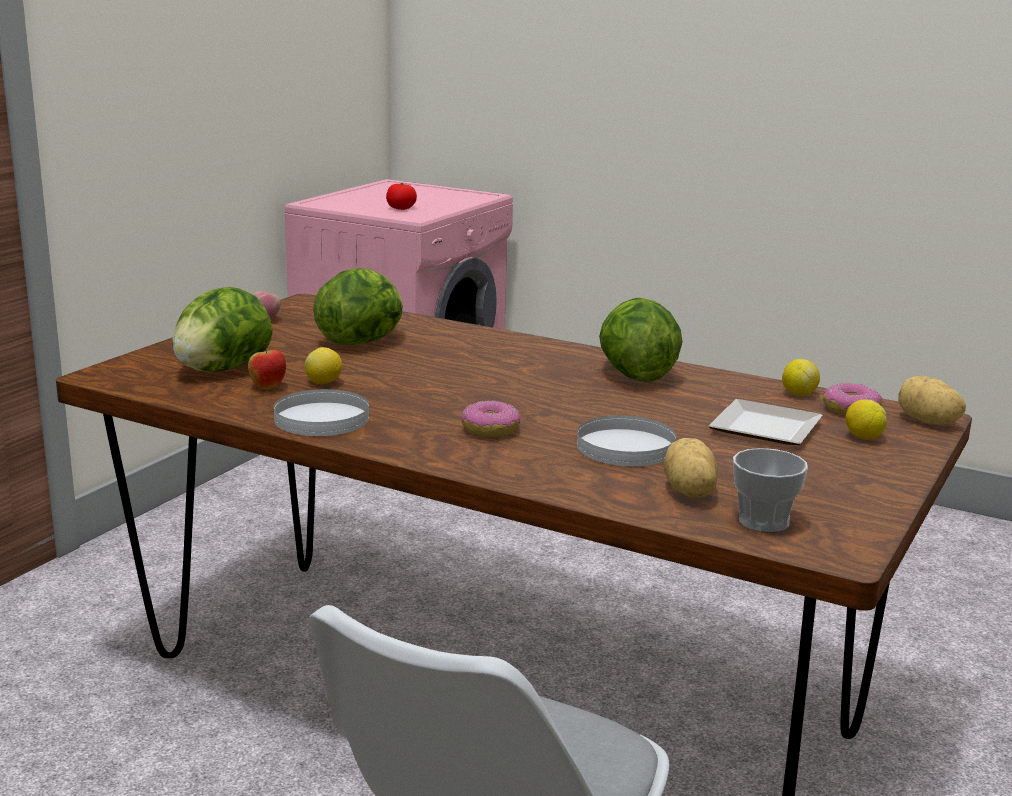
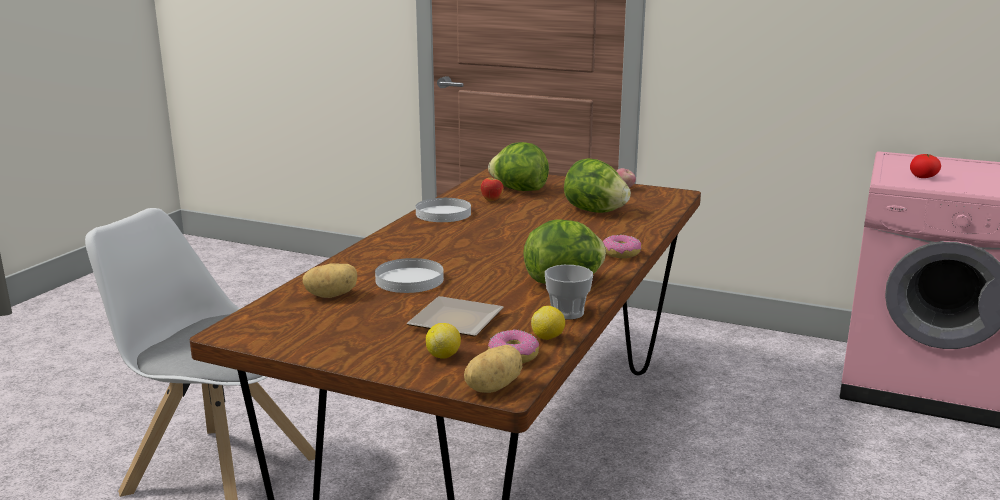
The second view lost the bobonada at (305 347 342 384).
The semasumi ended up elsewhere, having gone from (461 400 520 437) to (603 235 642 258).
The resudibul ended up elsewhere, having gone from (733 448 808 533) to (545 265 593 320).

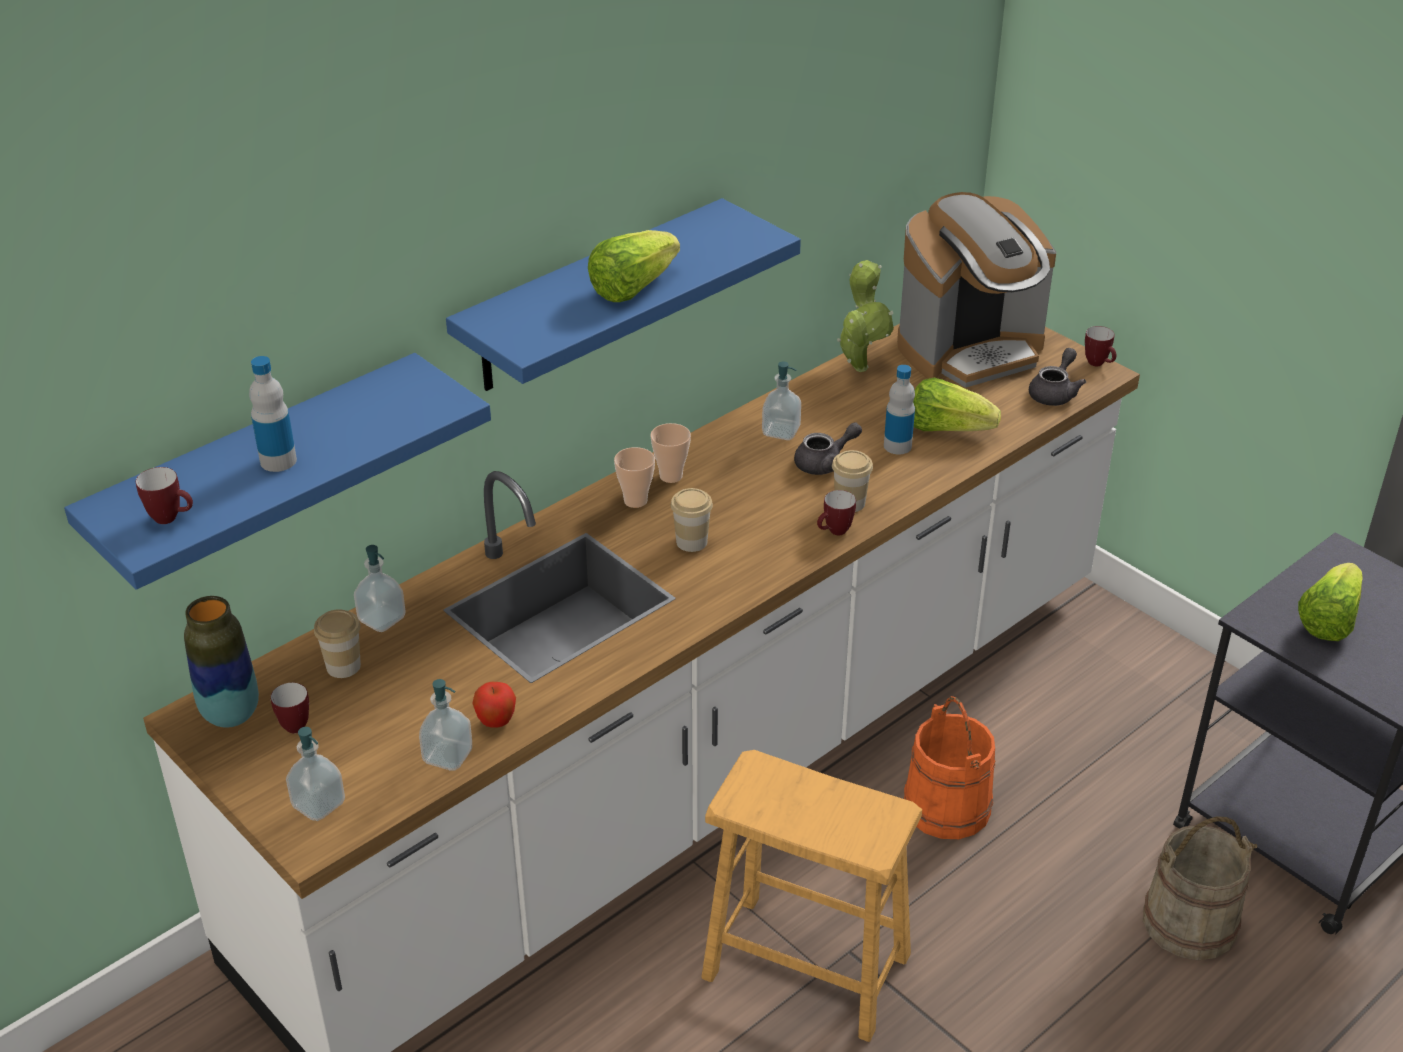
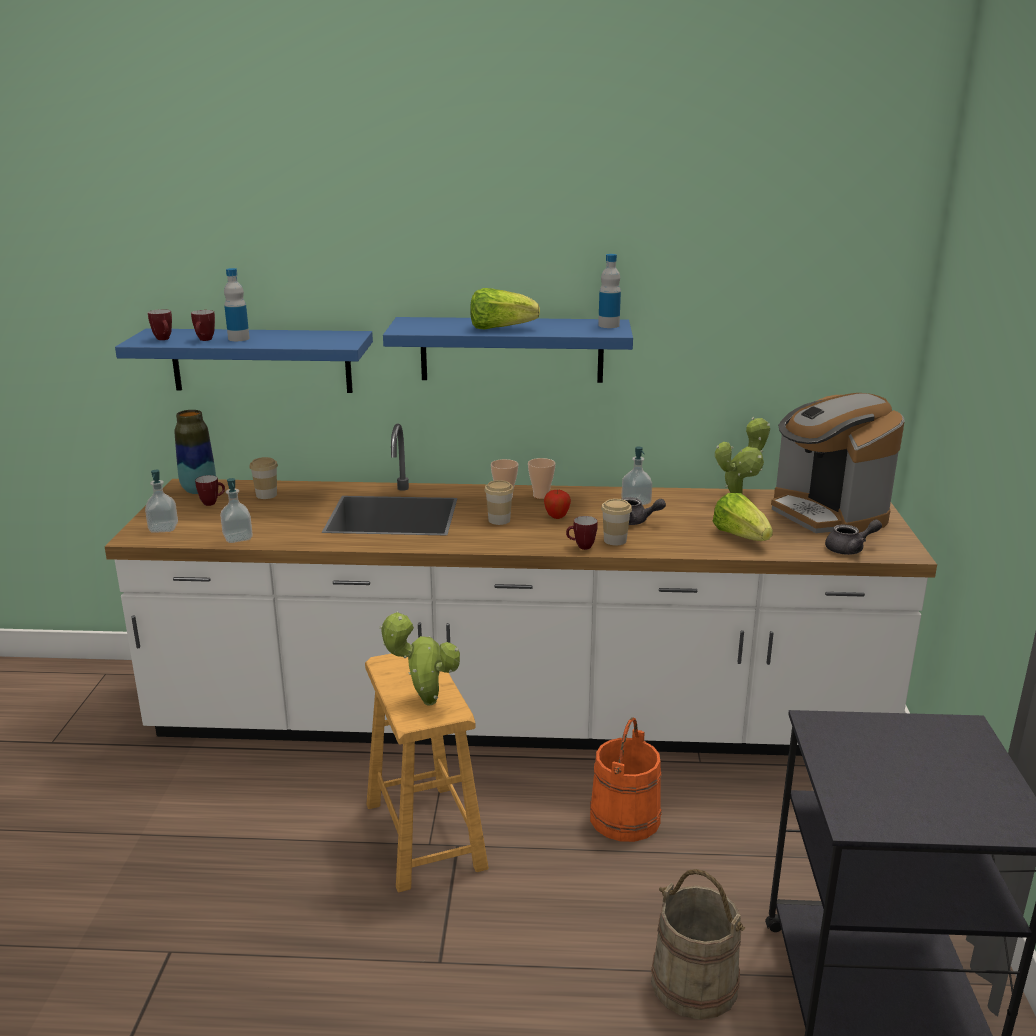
The second view lost the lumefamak at (354 545 406 632).
The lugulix ended up elsewhere, having gone from (472 682 516 728) to (544 490 571 519).
The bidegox ended up elsewhere, having gone from (884 365 915 455) to (598 254 621 328).
The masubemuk at (897 192 1056 388) ended up facing another way, 45 degrees clockwise from before.
The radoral ended up elsewhere, having gone from (1085 326 1116 366) to (191 310 215 341).
The second view lost the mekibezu at (1298 563 1362 641).
The second view gained the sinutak at (379 612 460 706).

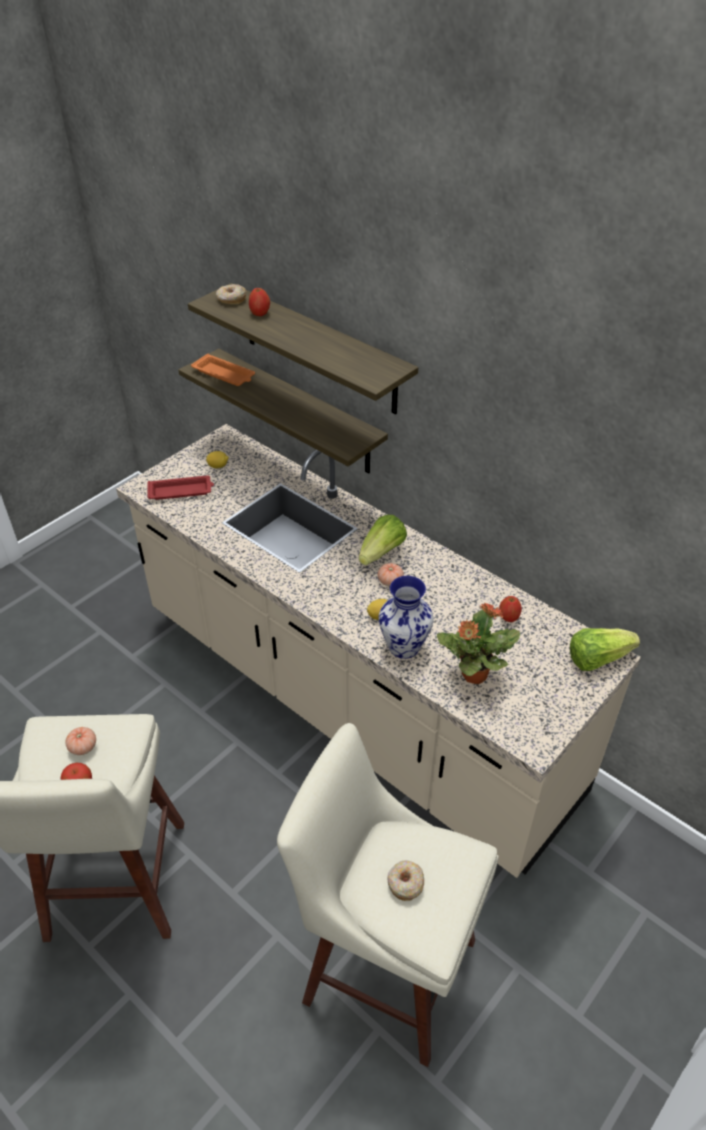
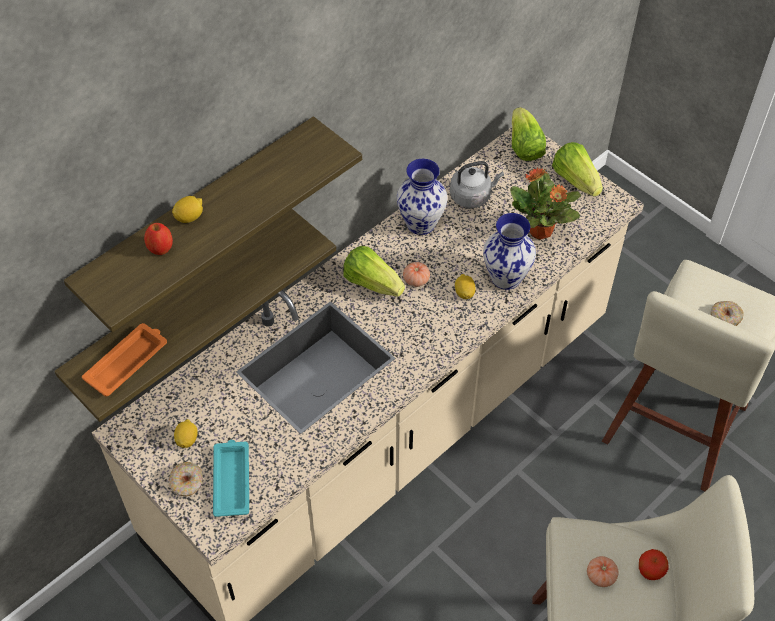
What was the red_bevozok at (148 475 214 500) turned into the turquoise_bevozok at (213 440 249 517).
The semasumi ended up elsewhere, having gone from (216 284 247 304) to (168 462 203 496).
Where the lugulix stood at (499 596 522 622), the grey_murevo came to stand at (450 161 504 208).
The second view gained the bobonada at (172 196 203 223).
The second view gained the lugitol at (397 159 447 235).
The second view gained the mekibezu at (552 142 603 197).

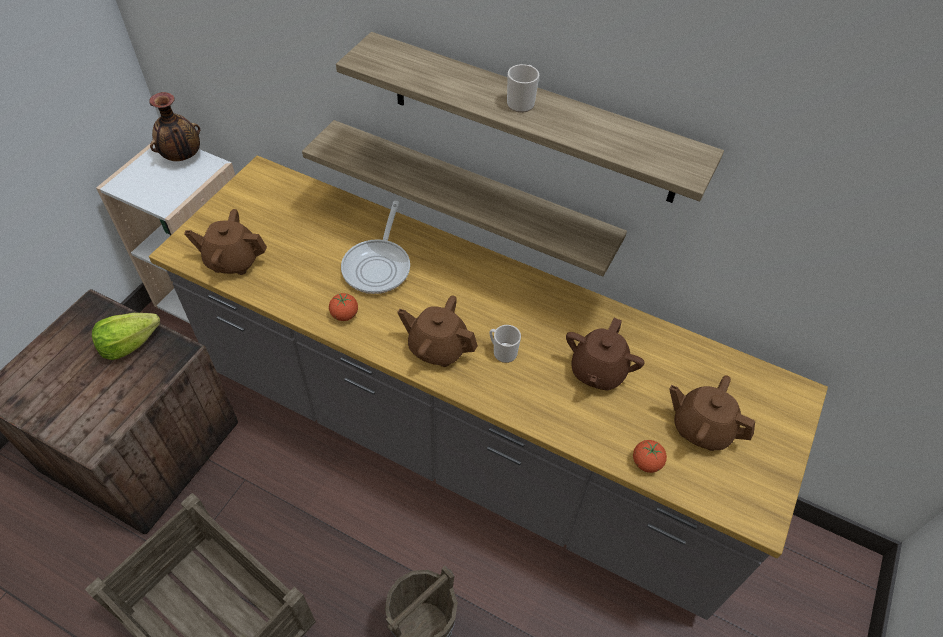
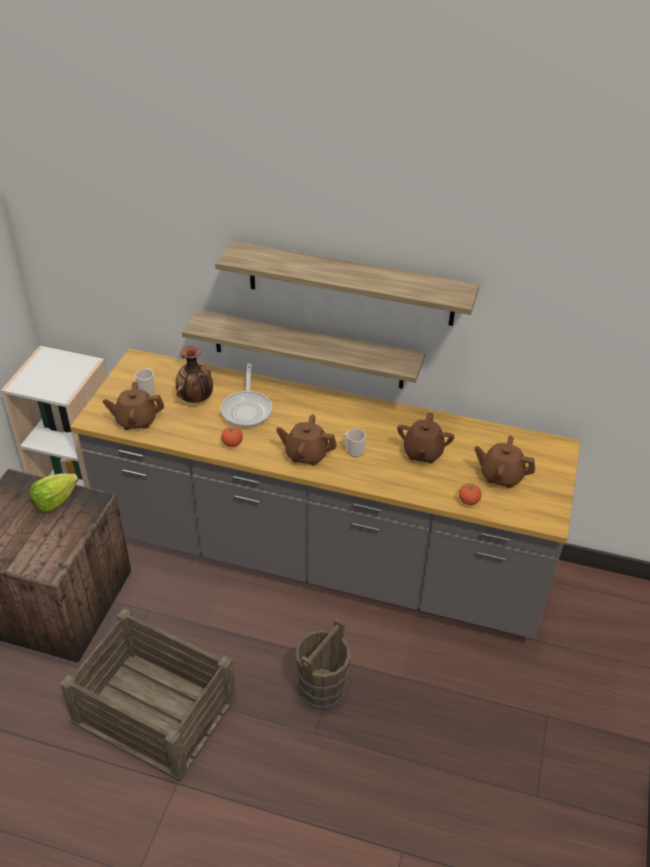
The lugitol ended up elsewhere, having gone from (149 92 200 161) to (176 345 213 403).
The radoral ended up elsewhere, having gone from (507 64 539 113) to (135 368 155 395).

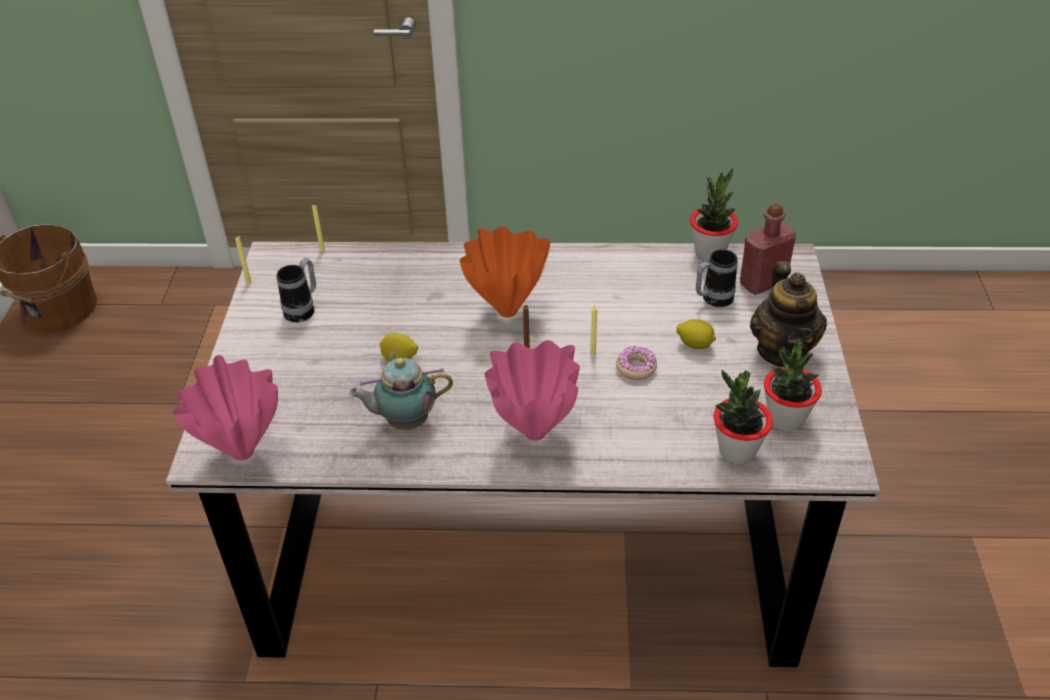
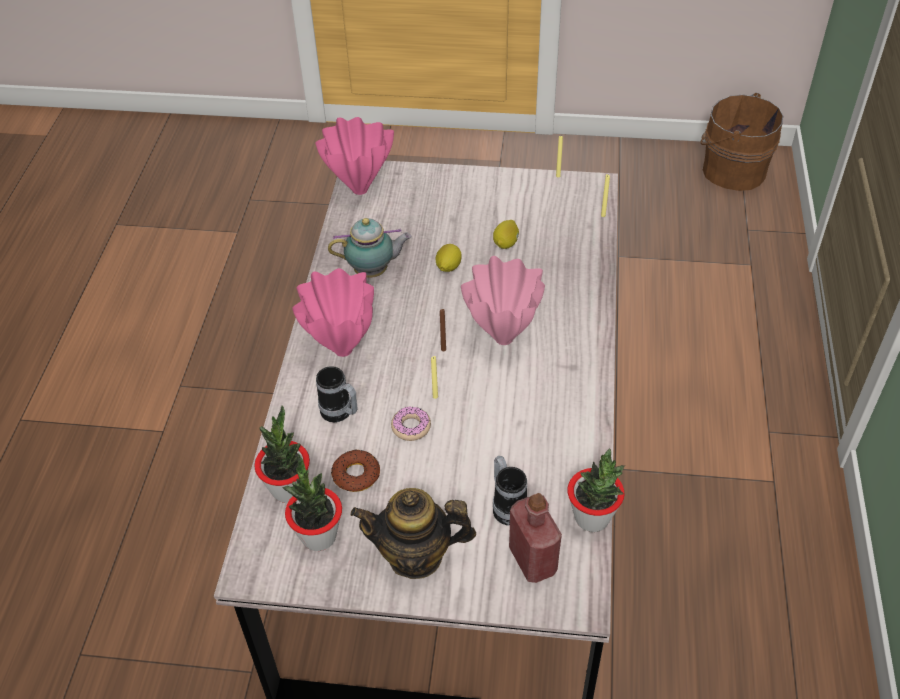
The radoral ended up elsewhere, having gone from (277 258 316 322) to (316 366 358 422).
The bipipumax at (349 358 453 430) ended up facing another way, 90 degrees clockwise from before.
What was the orange_lugitol at (460 226 551 318) turned into the pink_lugitol at (461 256 545 345).
The bobonada ended up elsewhere, having gone from (676 319 716 349) to (493 220 519 249).
The second view gained the semasumi at (331 449 380 492).

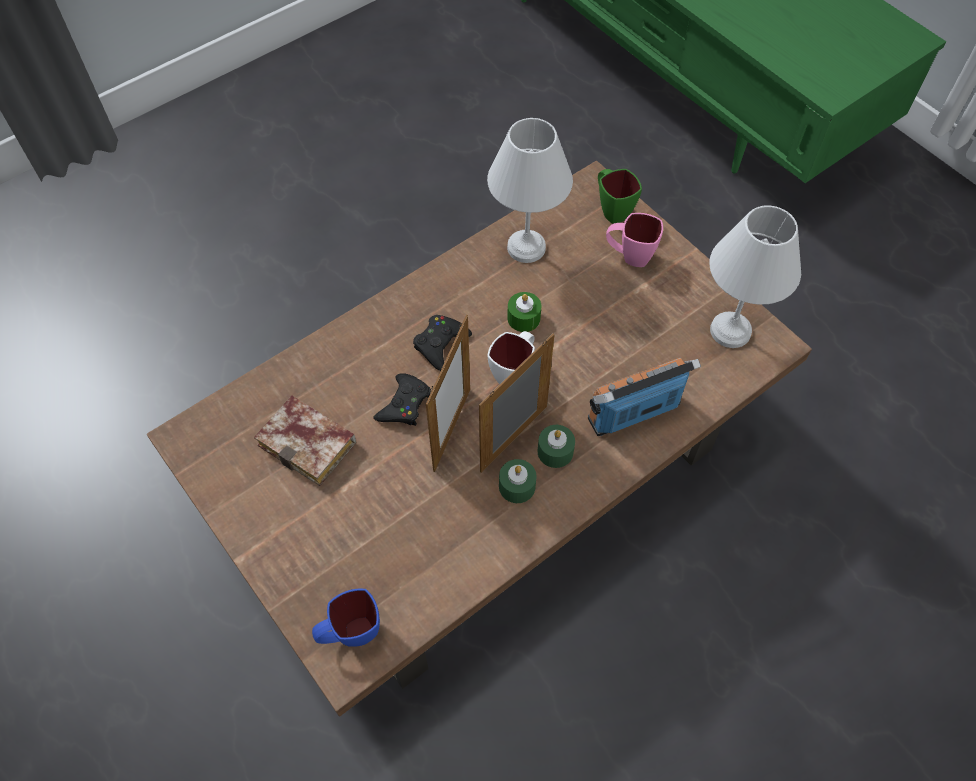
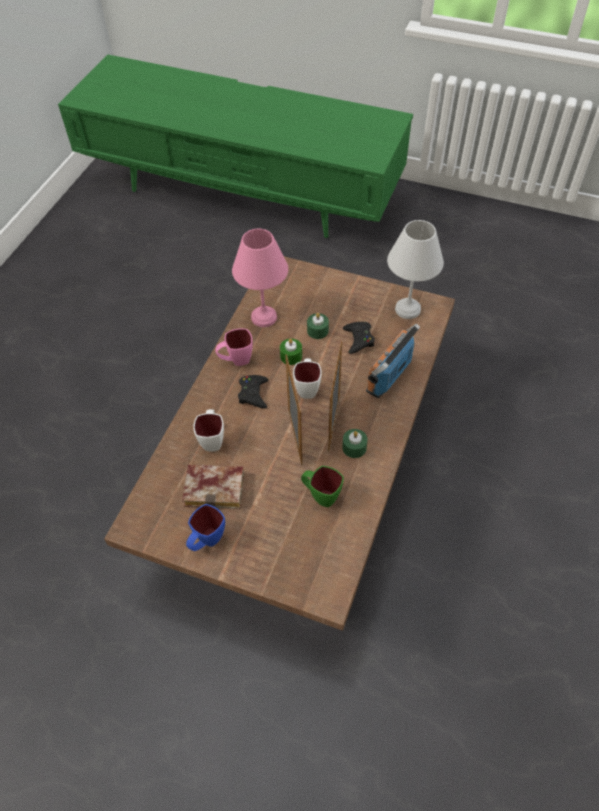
The blue_radoral ended up elsewhere, having gone from (312 589 380 647) to (186 504 225 551).
The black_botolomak ended up elsewhere, having gone from (373 373 430 426) to (343 322 375 354).
What was the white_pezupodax at (487 118 573 263) turned into the pink_pezupodax at (232 229 288 327).
The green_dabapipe ended up elsewhere, having gone from (538 425 575 468) to (307 313 329 339).
The green_radoral ended up elsewhere, having gone from (598 169 642 224) to (301 466 344 507).
The pink_radoral ended up elsewhere, having gone from (606 213 663 267) to (215 328 253 366).
The second view gained the white_radoral at (193 409 224 452).

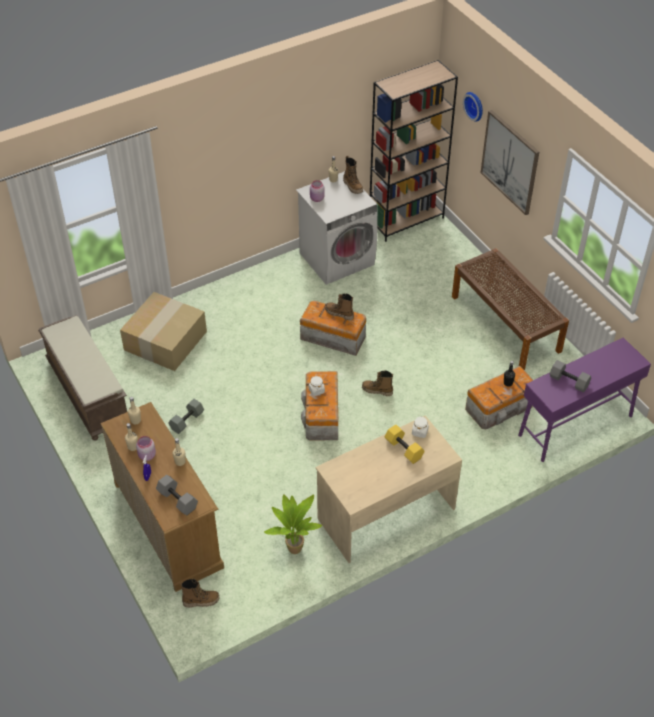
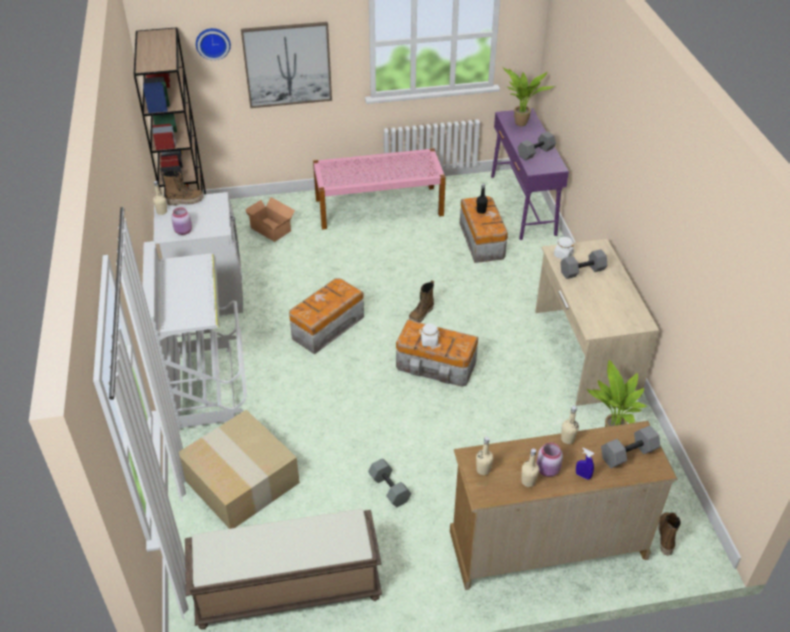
The second view lost the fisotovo at (325 293 354 320).
What was the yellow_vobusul at (385 425 425 464) turned into the grey_vobusul at (560 249 607 279).
What was the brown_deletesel at (452 248 569 370) turned into the pink_deletesel at (313 148 446 230).
The second view gained the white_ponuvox at (143 241 247 432).
The second view gained the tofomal at (245 197 295 242).
The second view gained the sinutak at (503 67 554 126).

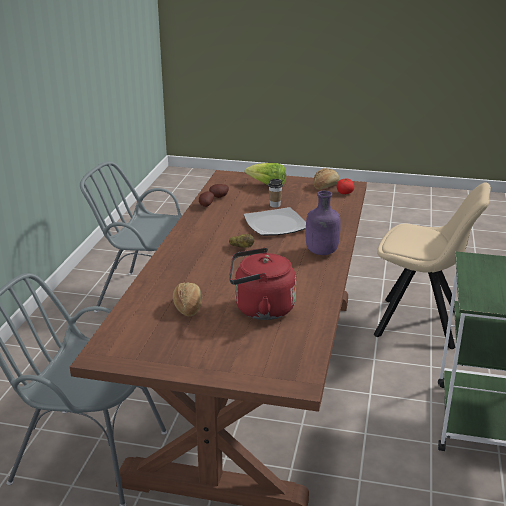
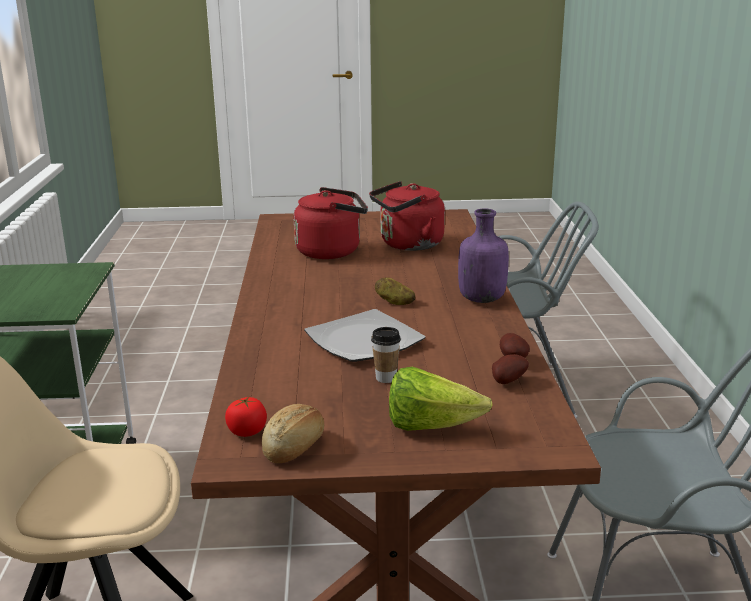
Where the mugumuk stood at (173 282 202 317), the red_murevo came to stand at (369 181 445 251).
The purple_bidegox ended up elsewhere, having gone from (306 191 341 255) to (458 209 509 303).

